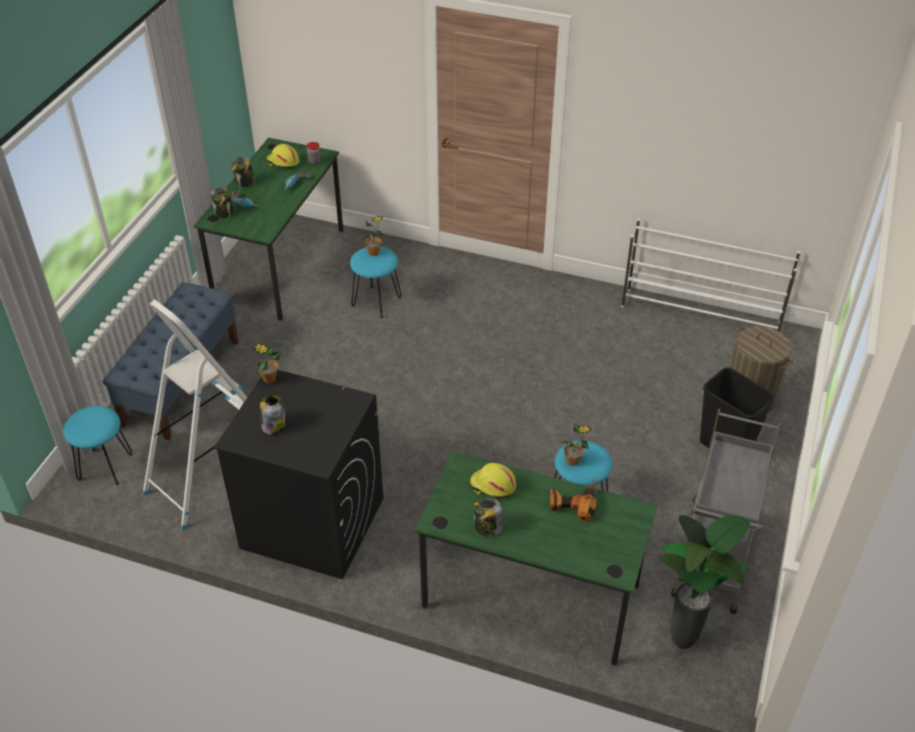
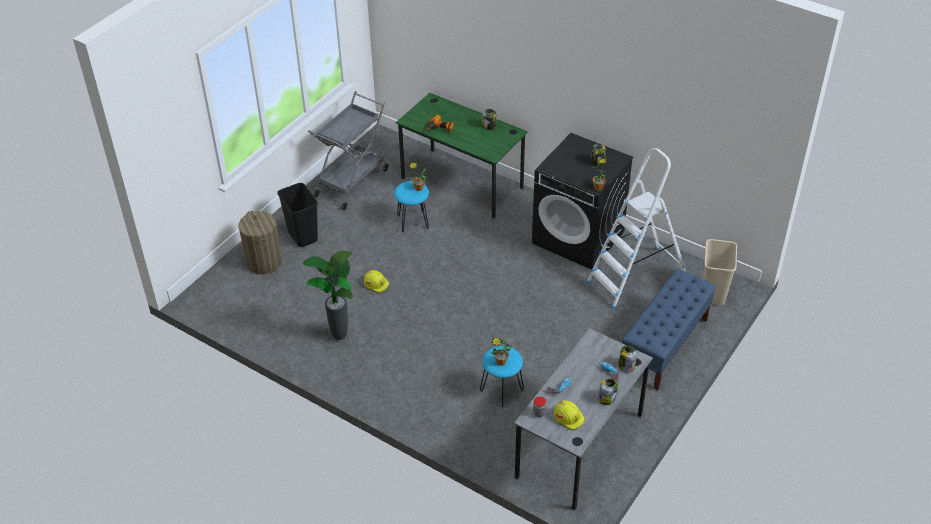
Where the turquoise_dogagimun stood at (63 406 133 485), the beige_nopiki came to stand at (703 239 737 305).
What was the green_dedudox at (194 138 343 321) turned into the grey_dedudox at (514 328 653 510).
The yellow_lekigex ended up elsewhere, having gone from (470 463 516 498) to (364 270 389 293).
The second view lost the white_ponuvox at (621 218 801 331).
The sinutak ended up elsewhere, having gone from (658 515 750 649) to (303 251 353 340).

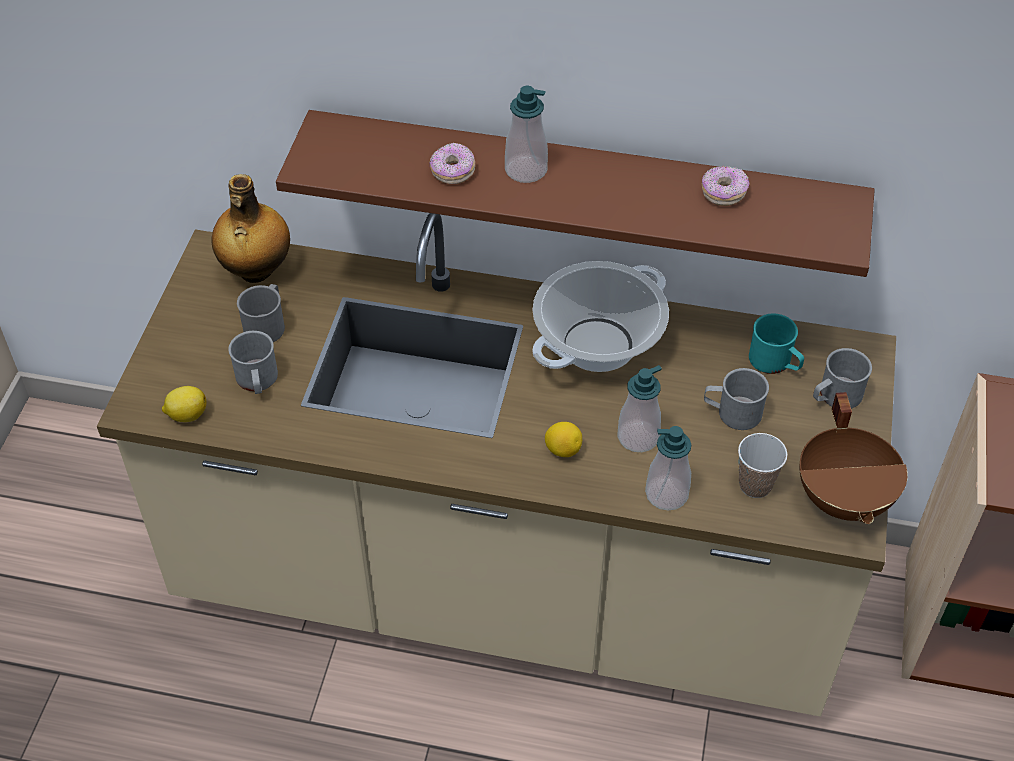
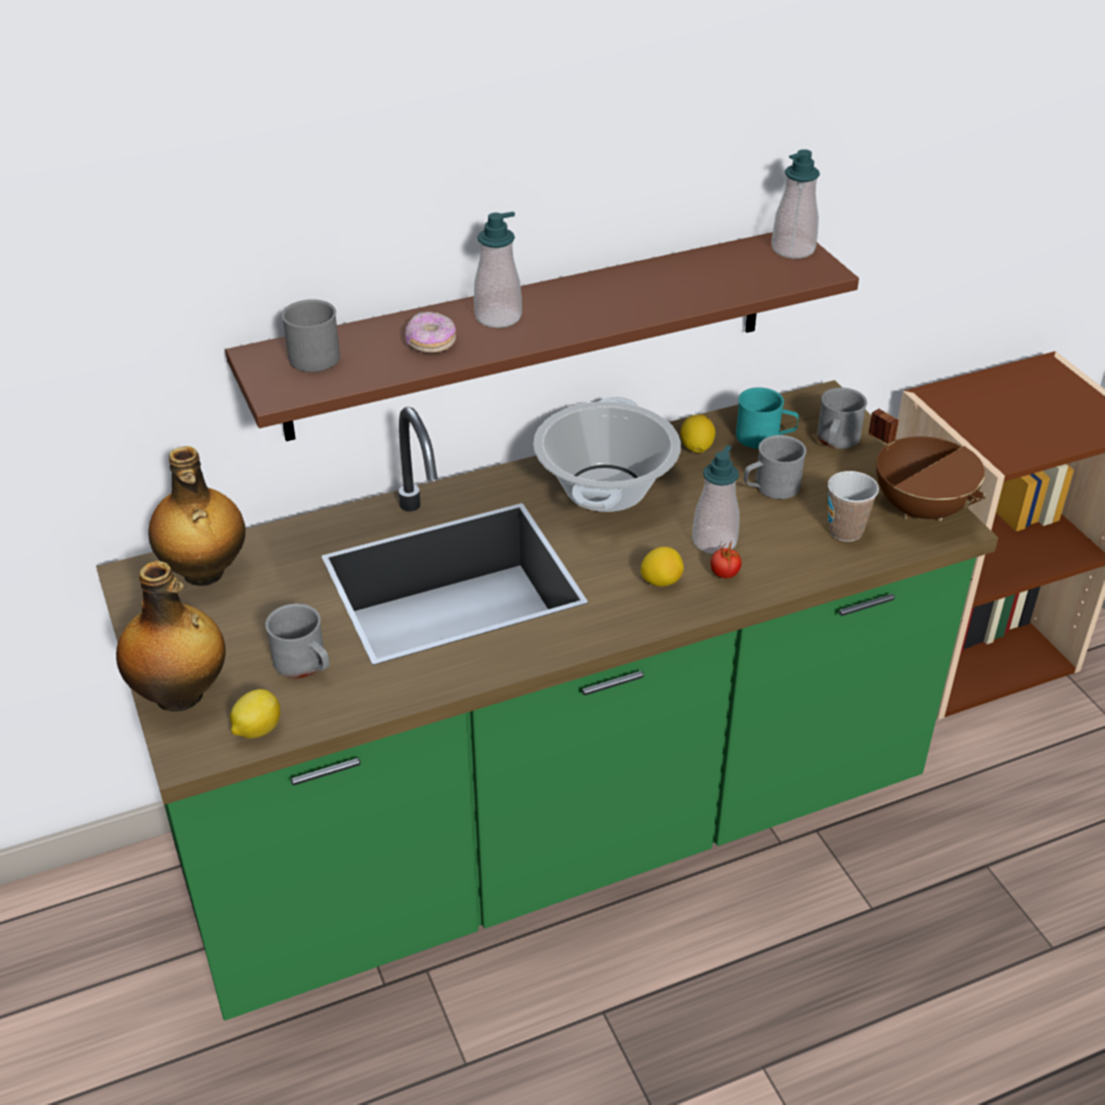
What was the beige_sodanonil at (97 213 896 716) turned into the green_sodanonil at (96 380 998 1020).
The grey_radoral ended up elsewhere, having gone from (237 284 285 342) to (282 299 340 372).
The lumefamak ended up elsewhere, having gone from (645 426 691 510) to (771 149 820 259).
The second view lost the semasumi at (702 166 749 206).
The second view gained the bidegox at (116 561 226 712).
The second view gained the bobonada at (681 414 715 453).
The second view gained the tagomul at (710 540 741 578).

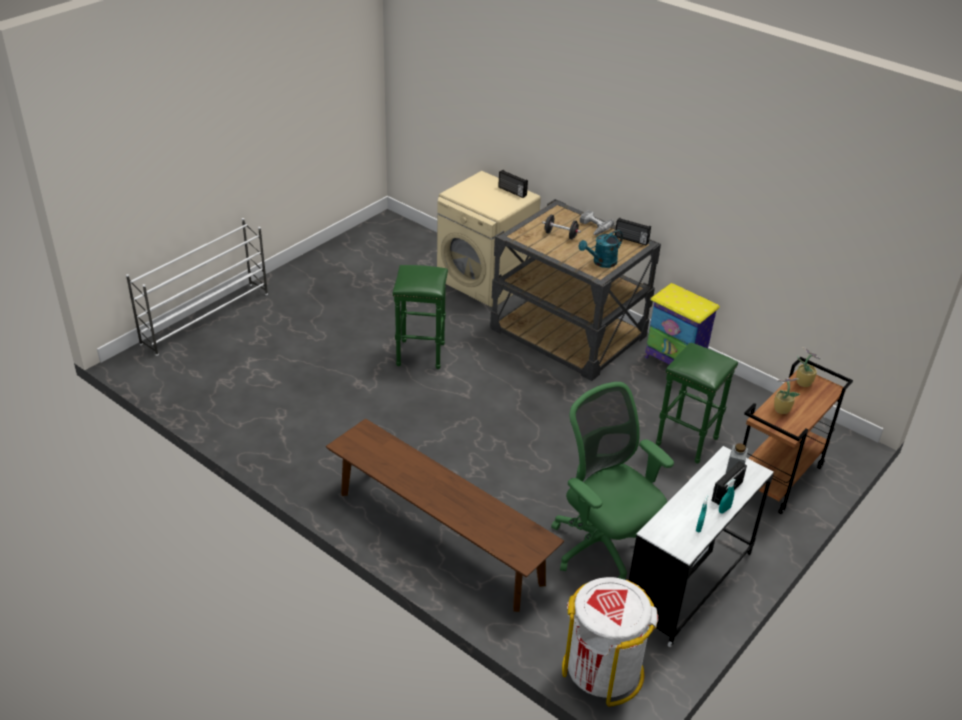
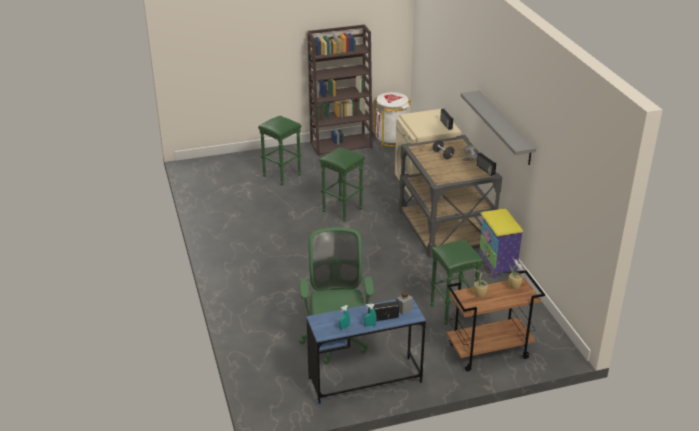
The second view lost the white_ponuvox at (126 218 268 356).
The second view lost the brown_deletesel at (326 419 564 612).
The white_nopiki ended up elsewhere, having gone from (562 577 658 706) to (374 92 411 147).
The second view lost the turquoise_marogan at (578 230 623 268).
What was the white_dedudox at (629 446 774 647) turned into the blue_dedudox at (306 296 426 405).
The second view gained the green_dogagimun at (258 116 301 185).
The second view gained the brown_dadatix at (307 24 373 156).
The second view gained the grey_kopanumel at (461 90 536 165).

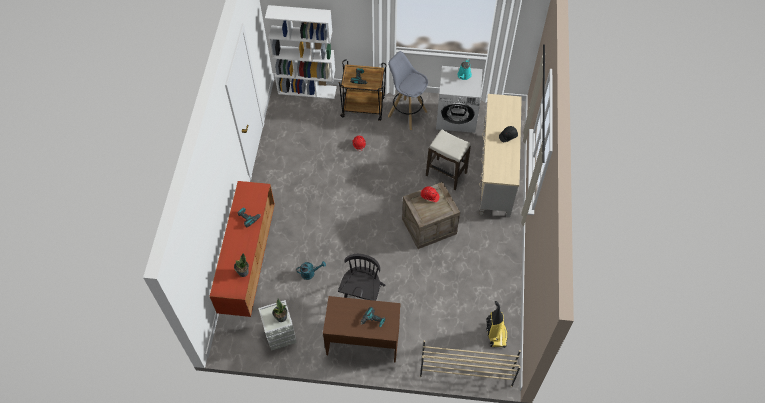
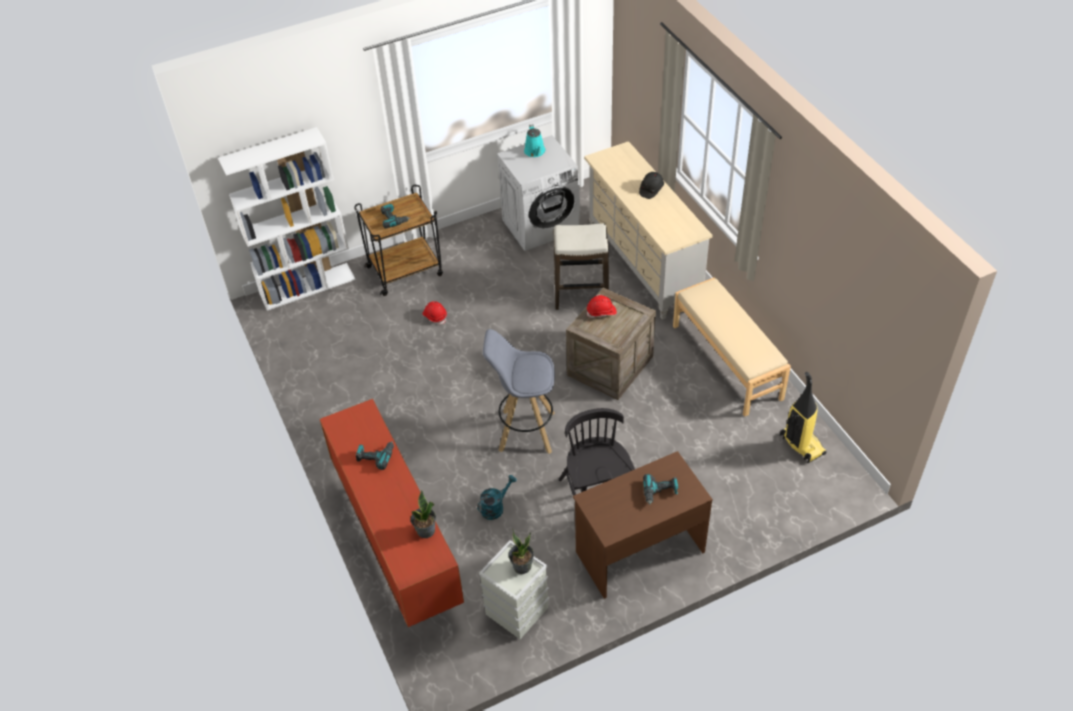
The grey_dogagimun ended up elsewhere, having gone from (388 51 428 130) to (483 329 555 454).
The second view lost the beige_ponuvox at (420 340 521 387).
The second view gained the beige_deletesel at (673 277 791 417).

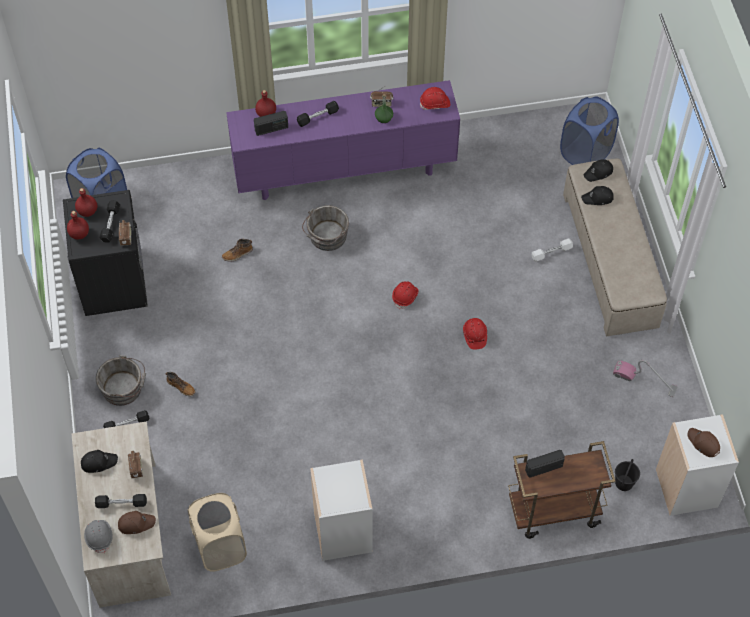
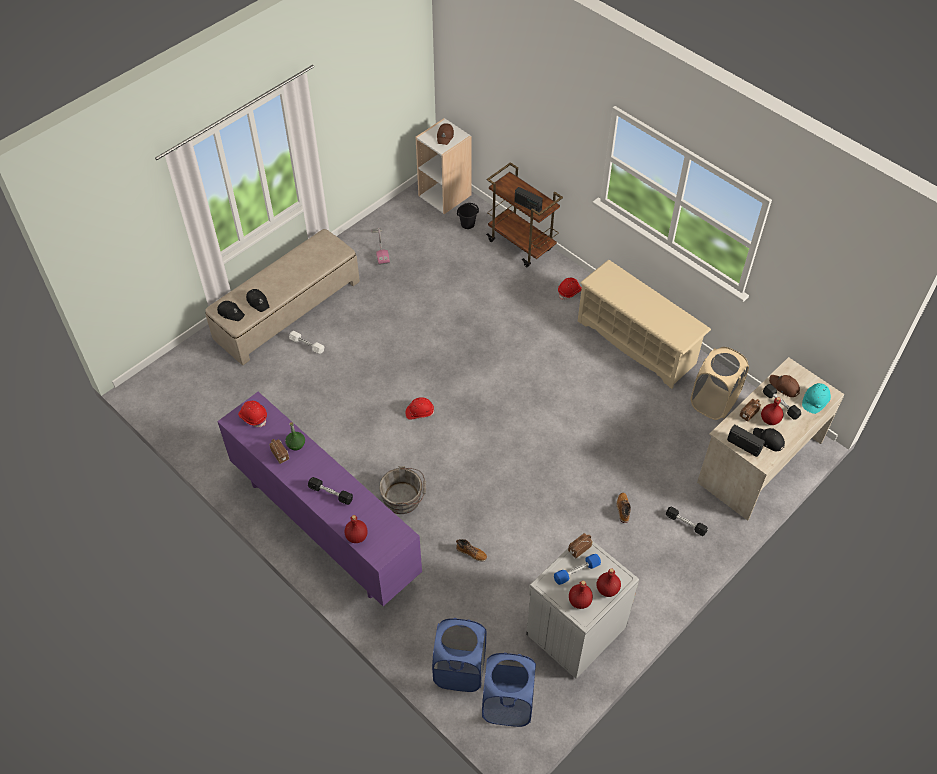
What was the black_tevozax at (63 190 148 316) turned into the white_tevozax at (526 533 639 679).
What was the grey_lekigex at (84 520 112 553) turned into the turquoise_lekigex at (802 383 831 414).
The second view lost the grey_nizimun at (96 355 146 406).
What was the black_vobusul at (100 200 120 243) turned into the blue_vobusul at (554 554 601 585).
The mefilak ended up elsewhere, having gone from (254 111 288 136) to (727 425 765 457).
Where the dadatix stood at (310 460 373 561), the beige_ponuvox came to stand at (578 260 711 389).
The red_lekigex ended up elsewhere, having gone from (463 318 487 350) to (558 278 582 300).
The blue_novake ended up elsewhere, having gone from (560 96 619 165) to (432 618 486 692).
The second view gained the red_bidegox at (761 397 784 425).

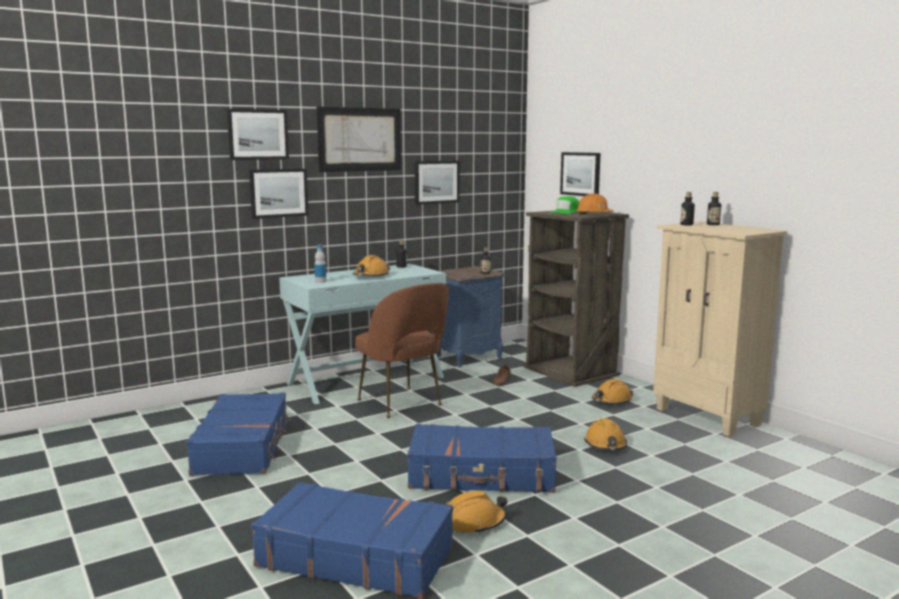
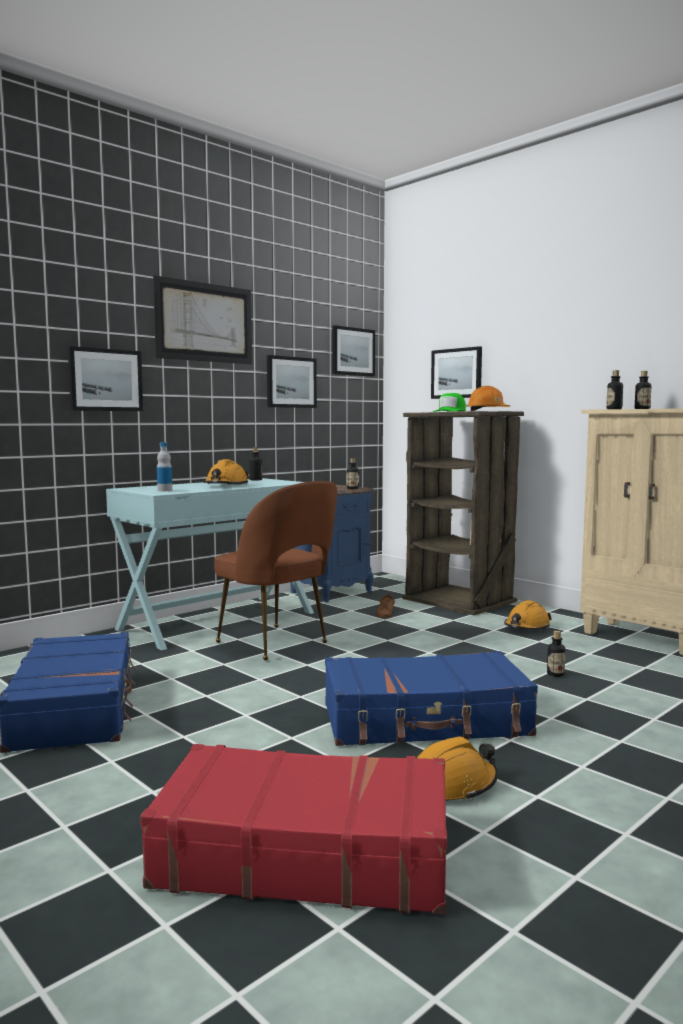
The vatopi ended up elsewhere, having gone from (227 109 289 160) to (332 325 375 376).
What was the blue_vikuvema at (251 482 453 599) turned into the red_vikuvema at (140 744 447 915).
Where the orange_lekigex stood at (584 418 627 450), the bidegox came to stand at (547 631 566 677).

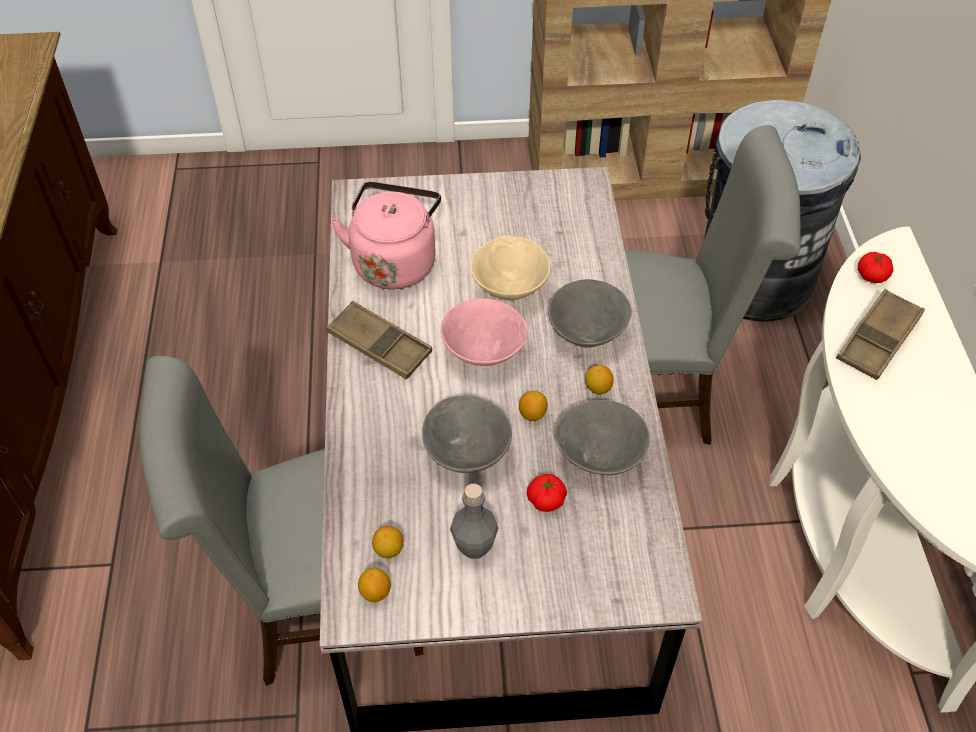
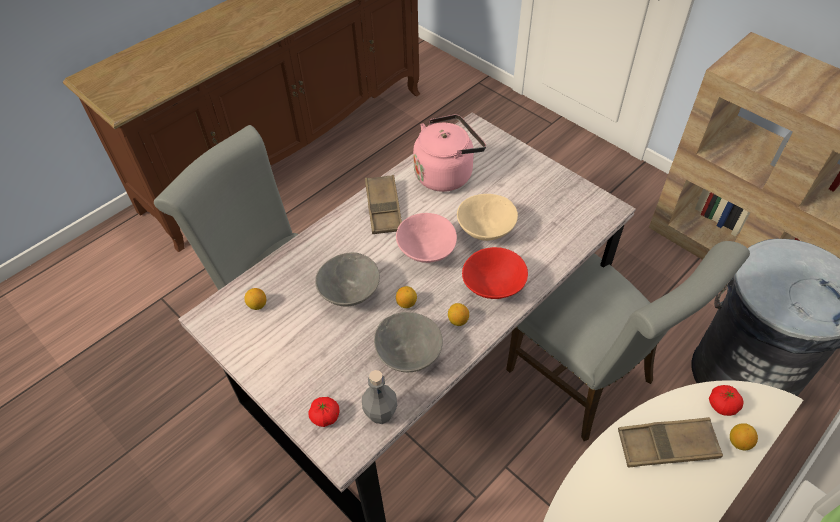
The bobonada ended up elsewhere, having gone from (358 568 391 602) to (730 423 758 450).
The grey_bidegox ended up elsewhere, having gone from (450 484 498 559) to (362 370 397 424).
The tagomul ended up elsewhere, having gone from (527 474 567 512) to (308 397 340 427).
What was the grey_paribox at (548 279 632 348) turned into the red_paribox at (462 247 528 299).

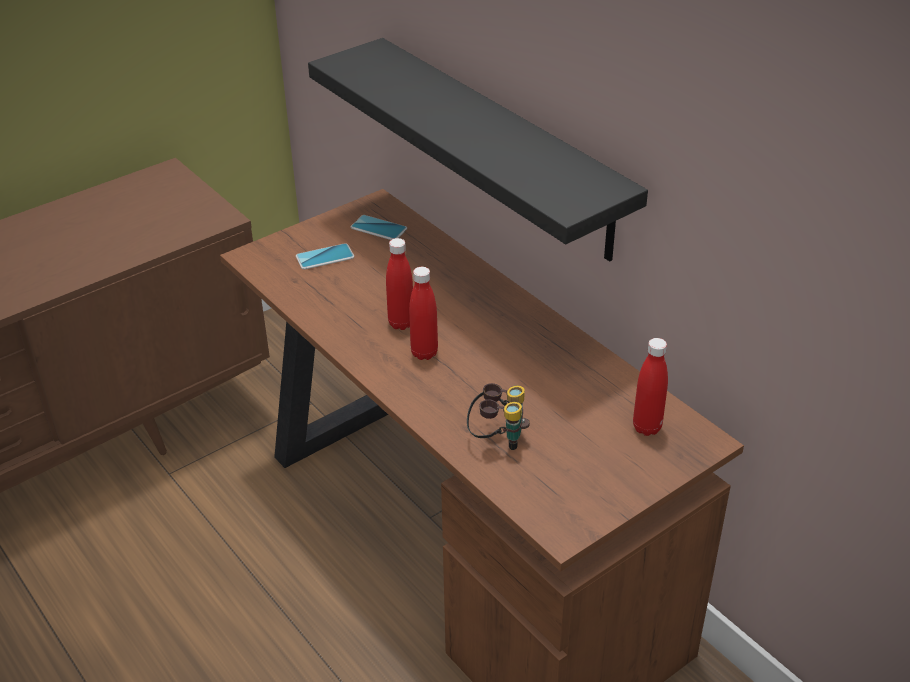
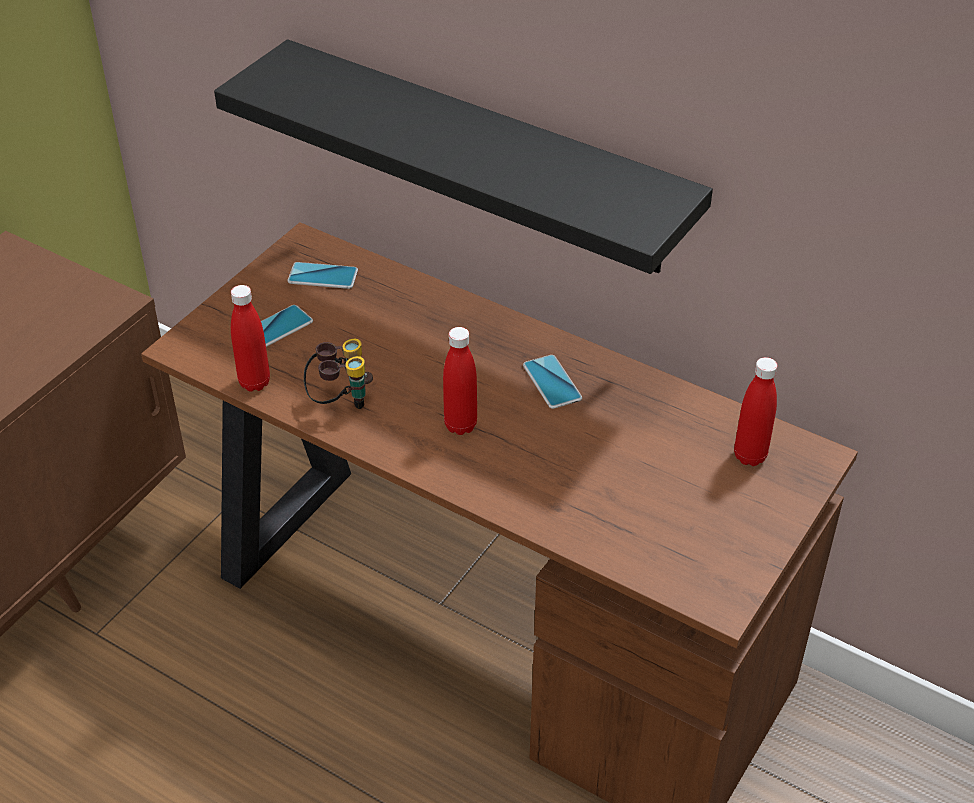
The red_bidegox ended up elsewhere, having gone from (386 238 413 330) to (231 285 270 392).
The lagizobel ended up elsewhere, having gone from (467 383 530 450) to (304 339 373 409).
The second view gained the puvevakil at (523 355 582 409).

